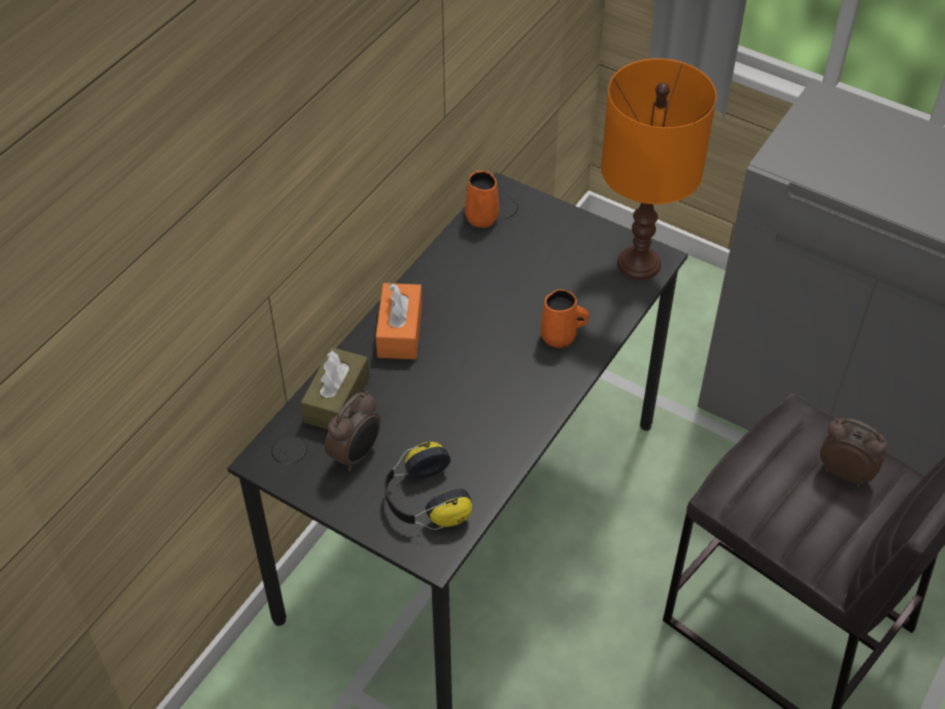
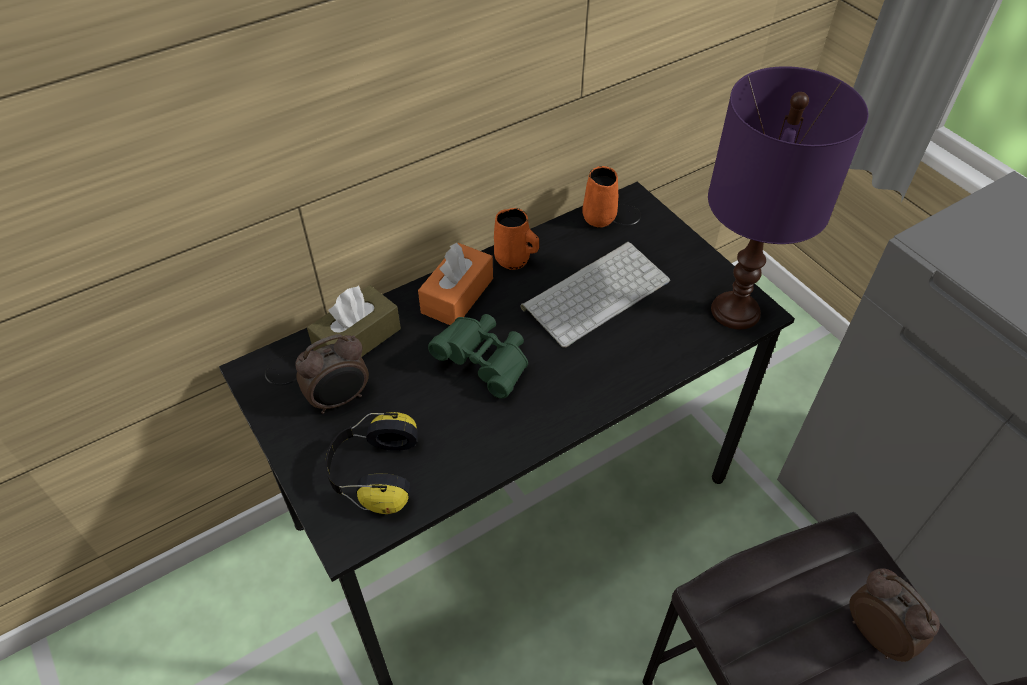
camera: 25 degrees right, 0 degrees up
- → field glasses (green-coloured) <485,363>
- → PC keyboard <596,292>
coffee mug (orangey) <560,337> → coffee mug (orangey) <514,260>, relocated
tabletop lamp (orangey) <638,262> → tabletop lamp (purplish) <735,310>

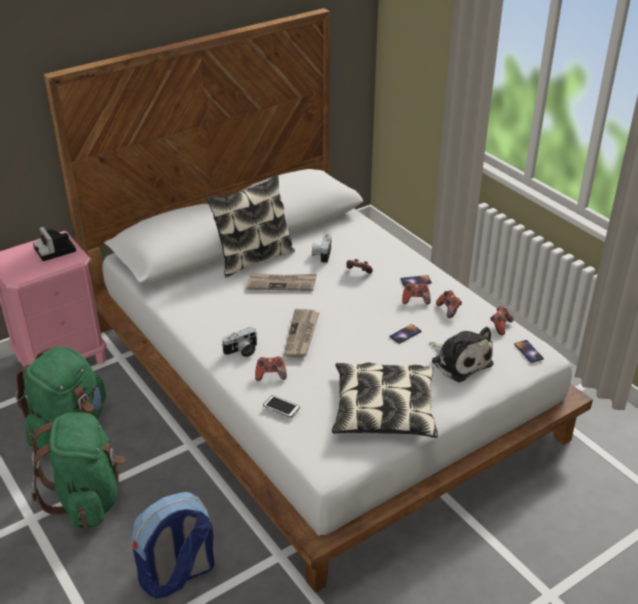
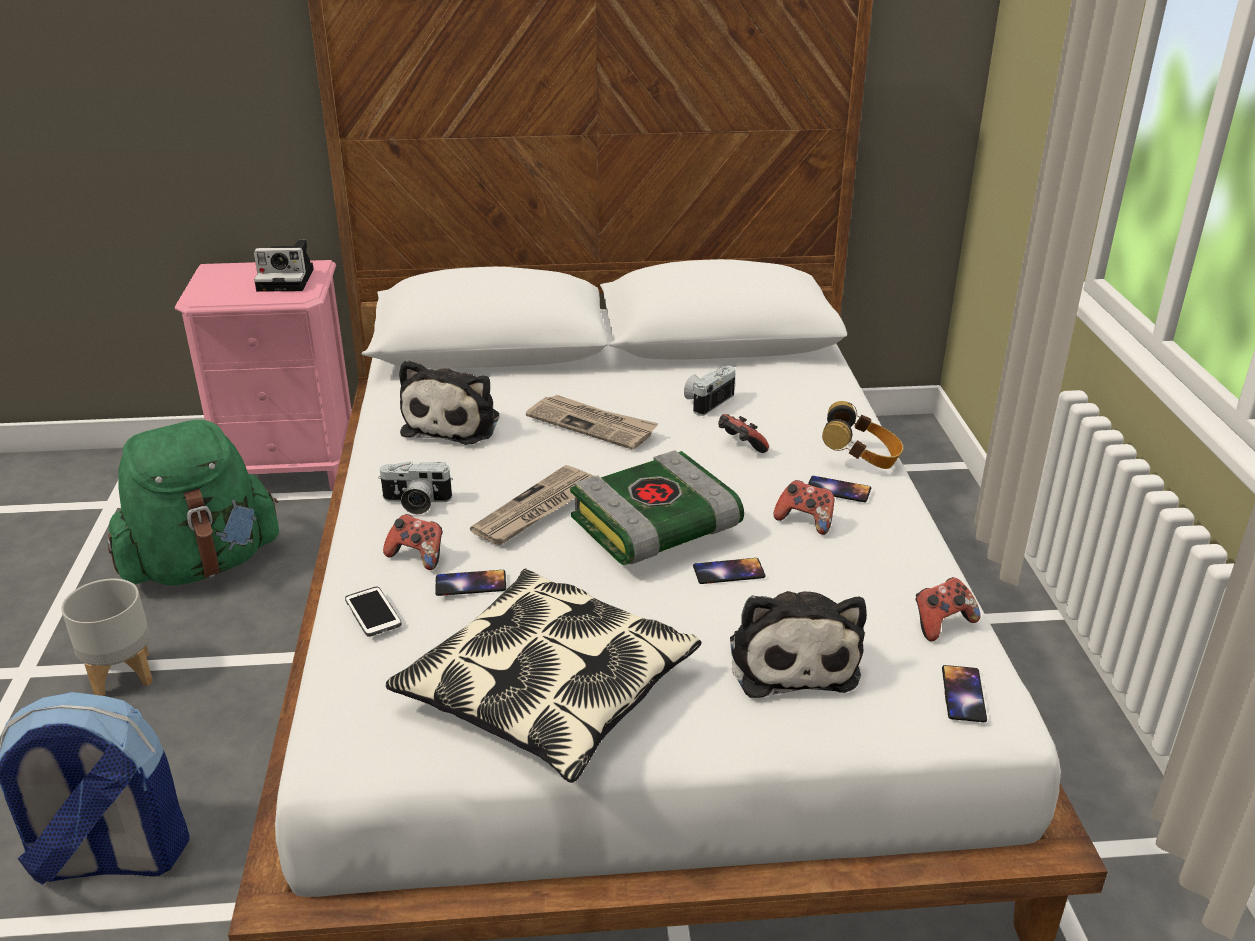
camera: 30 degrees right, 5 degrees down
throw pillow <253,258> → -
gamepad <448,310> → -
- → soft toy <454,423>
- → telephone <470,583>
- → volume <654,527>
- → headphones <861,459>
knapsack (green-coloured) <88,498> → planter (gray) <122,674>
photo camera <56,250> → photo camera <288,279>, 90 degrees counterclockwise

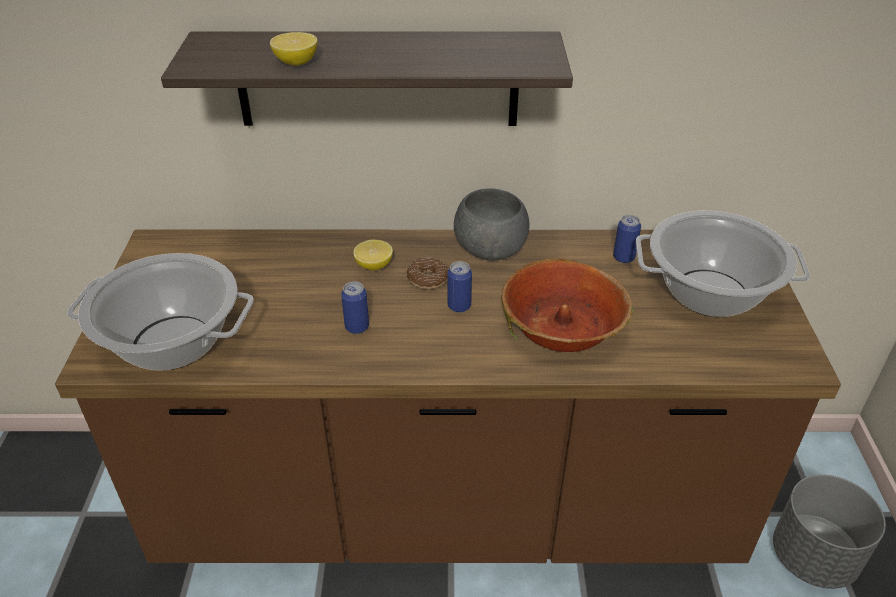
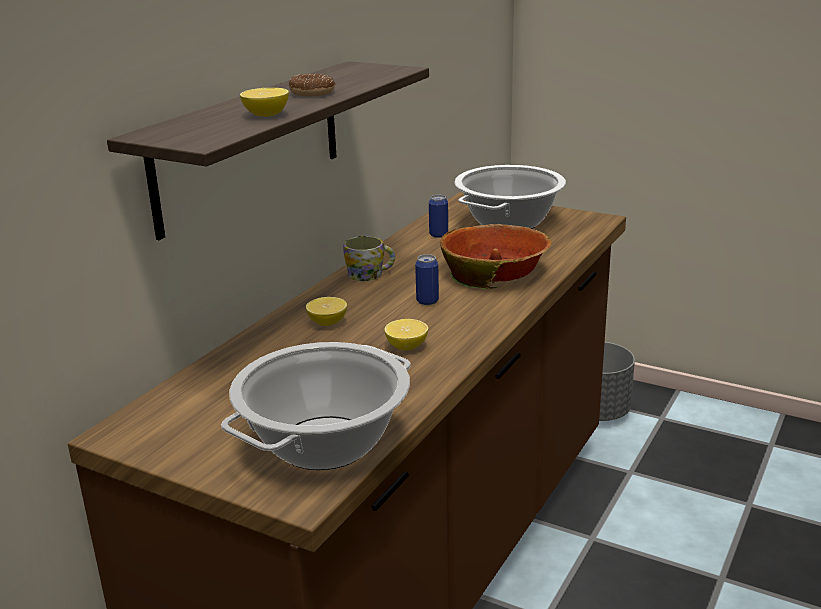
camera: 60 degrees left, 15 degrees down
doughnut <427,279> → doughnut <312,93>, relocated
sealed can <357,327> → lemon <406,347>
deep dish (gray) <489,251> → coffee mug <370,275>

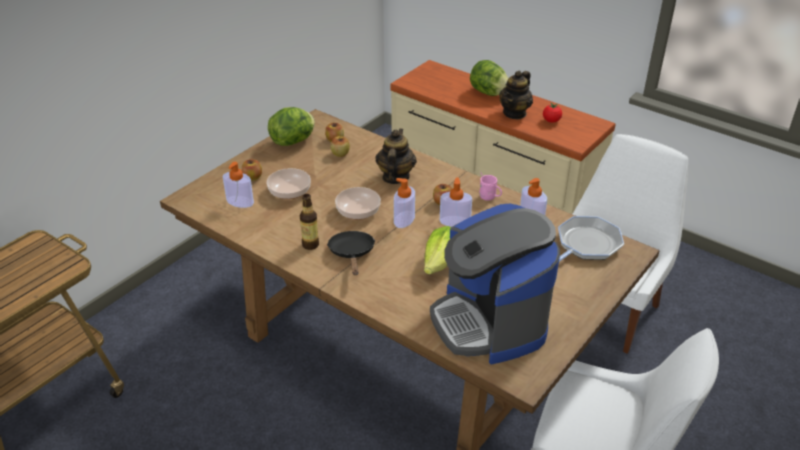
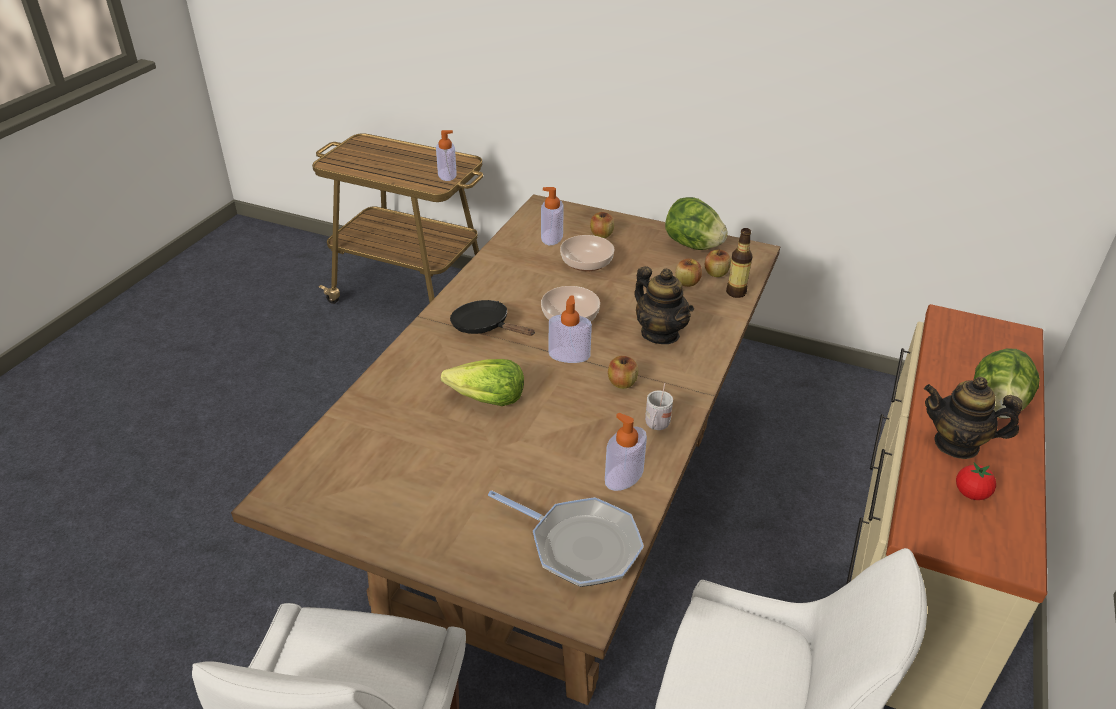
camera: 75 degrees right, 0 degrees up
coffee maker <489,322> → -
bottle <310,245> → bottle <736,292>, relocated
soap bottle <455,221> → soap bottle <447,174>, relocated
coffee mug (pink) <489,198> → coffee mug (white-coloured) <656,426>
pan (blackish) <352,254> → pan (blackish) <485,327>, 120 degrees counterclockwise
tea pot <395,177> → tea pot <660,334>, 60 degrees clockwise

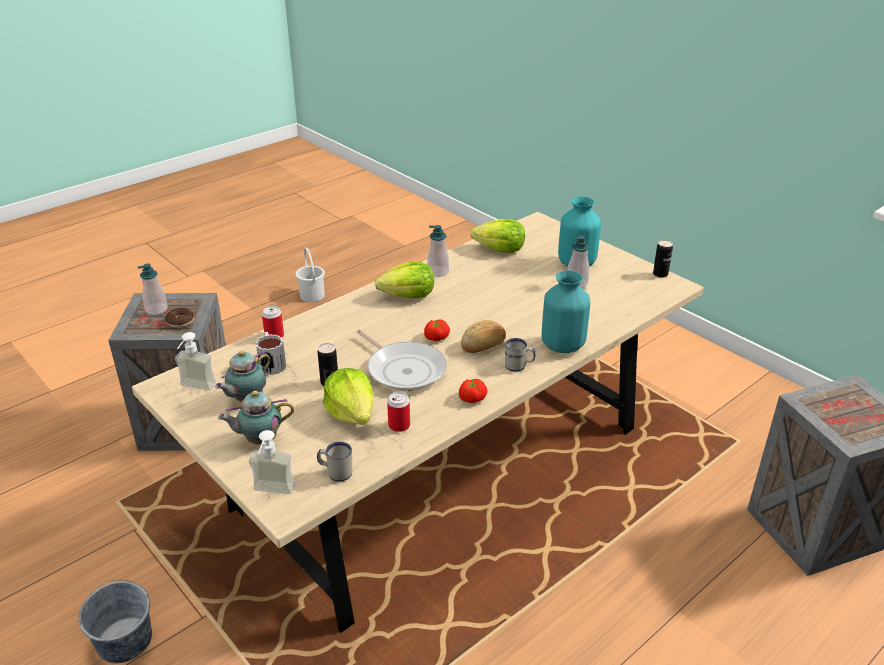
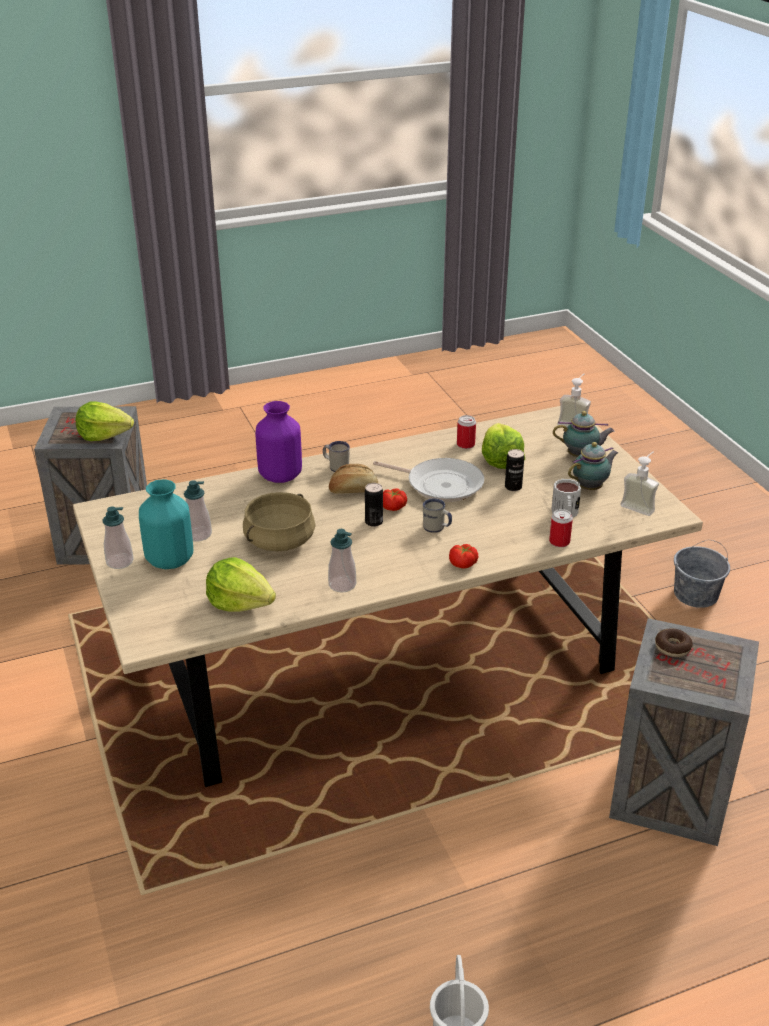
camera: 160 degrees left, 0 degrees up
- → saucepot (beige) <279,540>
soap bottle <156,309> → soap bottle <120,562>, relocated
coffee mug (white-coloured) <336,472> → coffee mug (white-coloured) <436,528>, relocated
lettuce <408,295> → lettuce <104,435>, relocated
fresh tomato <472,398> → fresh tomato <463,564>, relocated
sealed can <660,274> → sealed can <374,522>, relocated
decorative vase (turquoise-coloured) <563,346> → decorative vase (purplish) <280,475>
pan <404,369> → pan <440,484>, 135 degrees clockwise

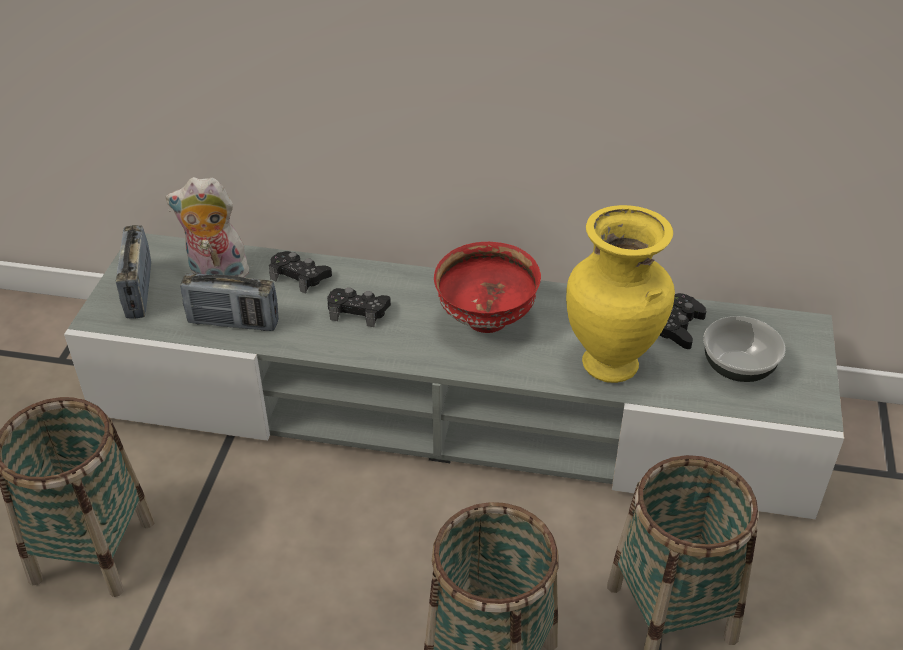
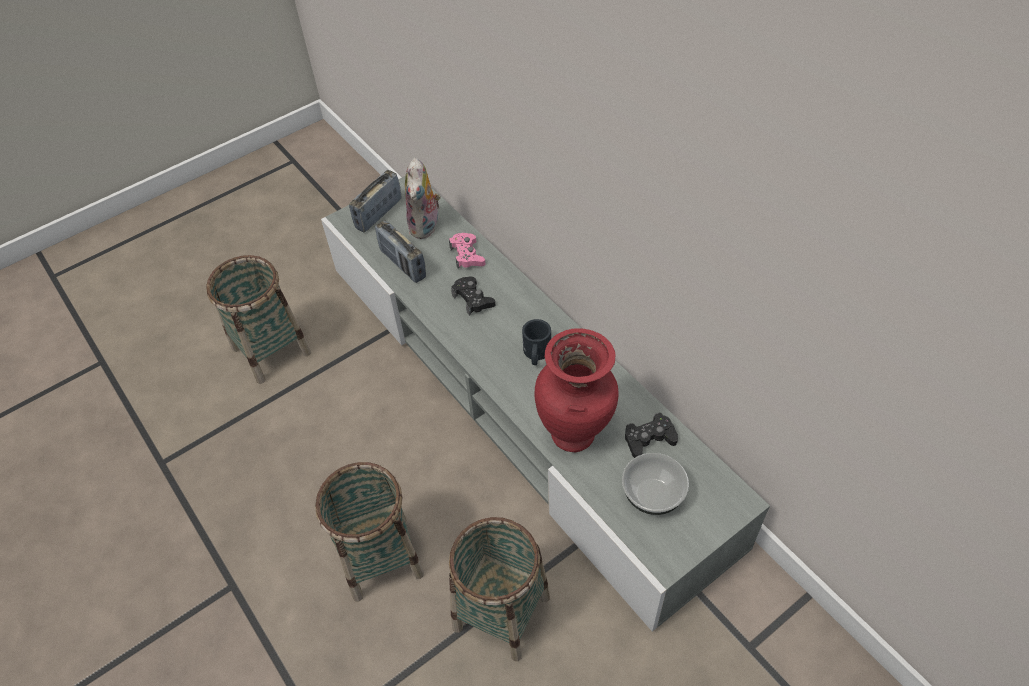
camera: 45 degrees right, 10 degrees up
deep dish (reddish) <487,321> → coffee mug (blackish) <536,354>
gamepad (blackish) <300,276> → gamepad (pink) <467,255>
decorative vase (yellow-coloured) <611,364> → decorative vase (reddish) <575,434>
soft toy <216,274> → soft toy <426,226>, 135 degrees counterclockwise

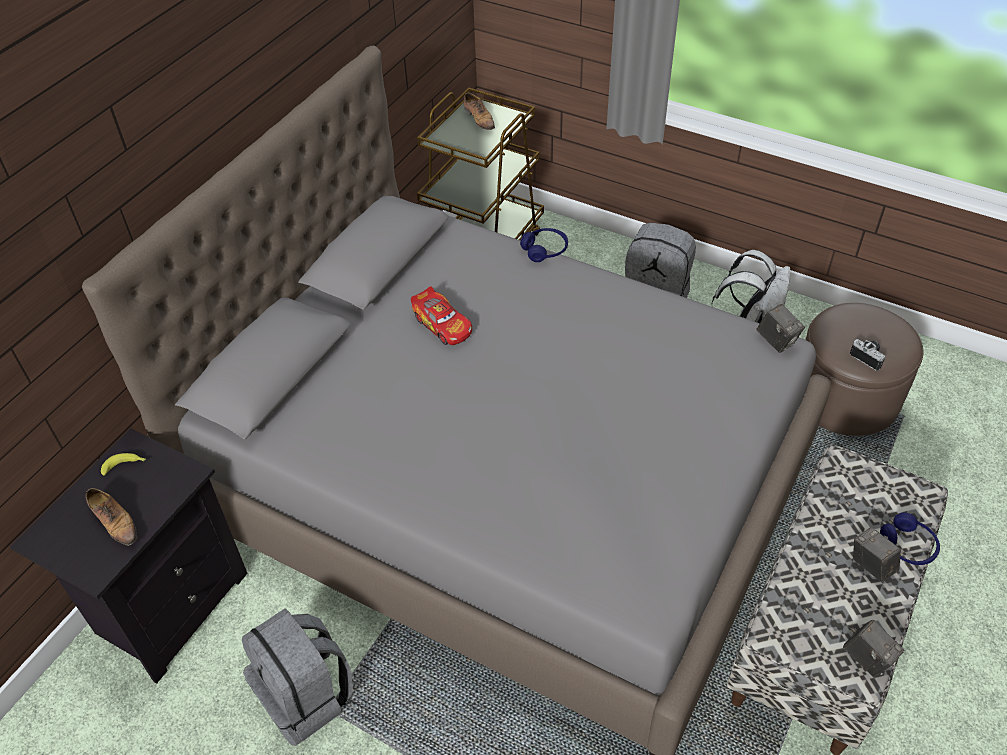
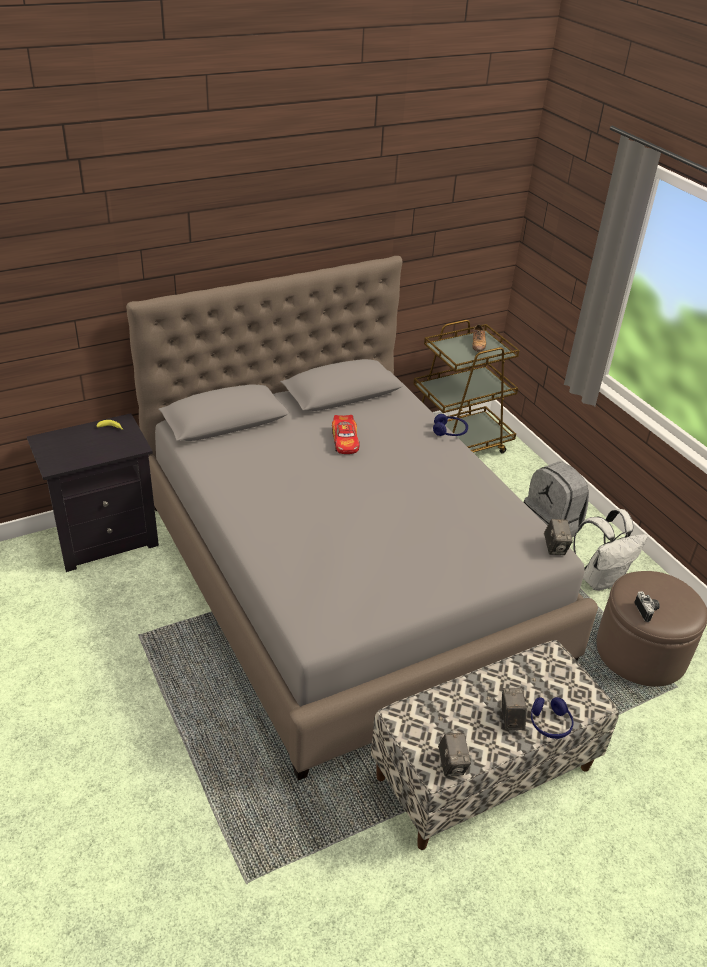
camera: 30 degrees right, 10 degrees down
shoe <115,522> → -
knapsack (gray) <306,696> → -

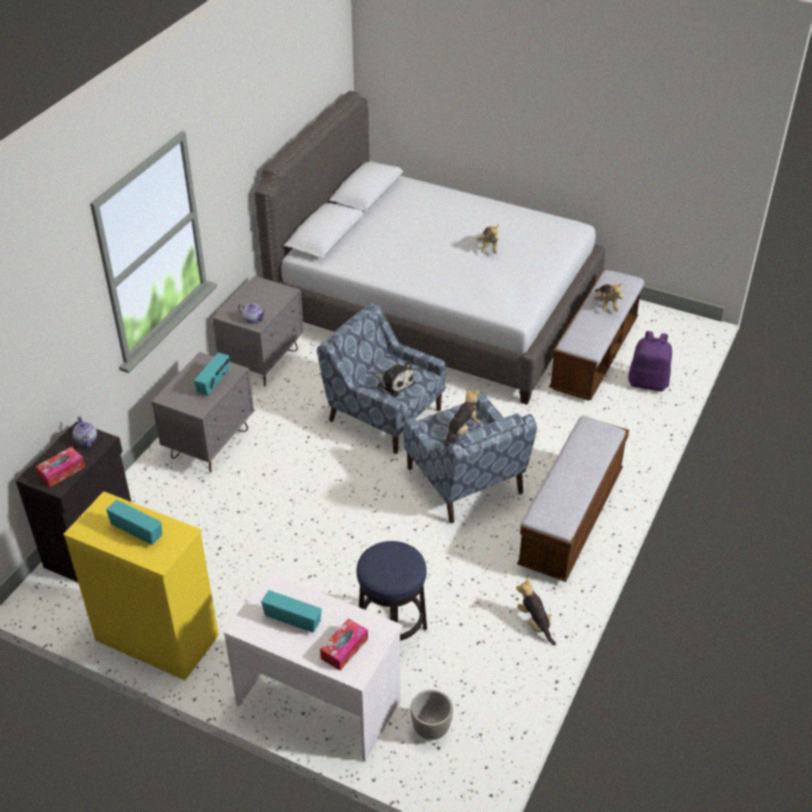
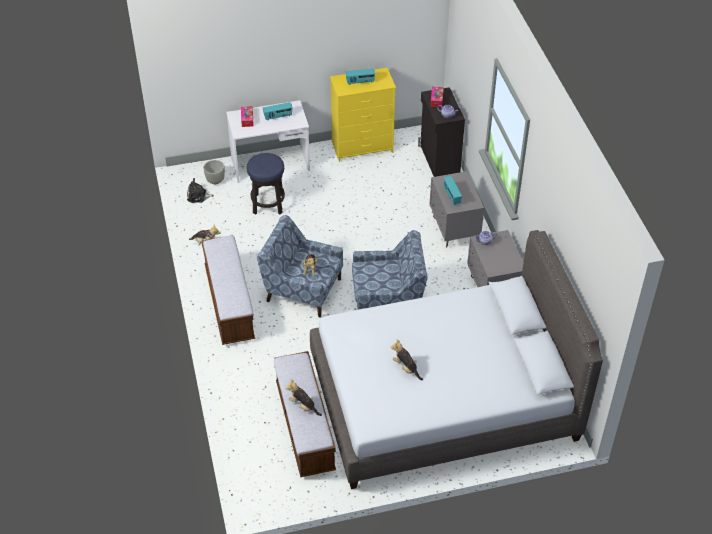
camera: 140 degrees right, 5 degrees up
knapsack (purplish) <648,382> → -
soft toy <394,383> → soft toy <198,196>, relocated

